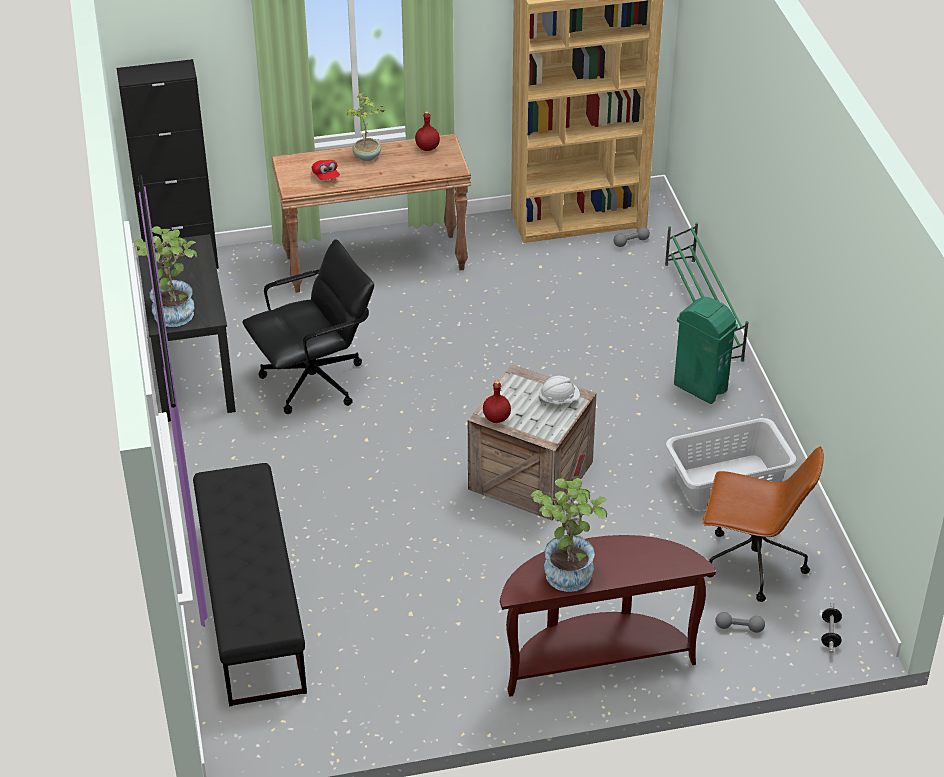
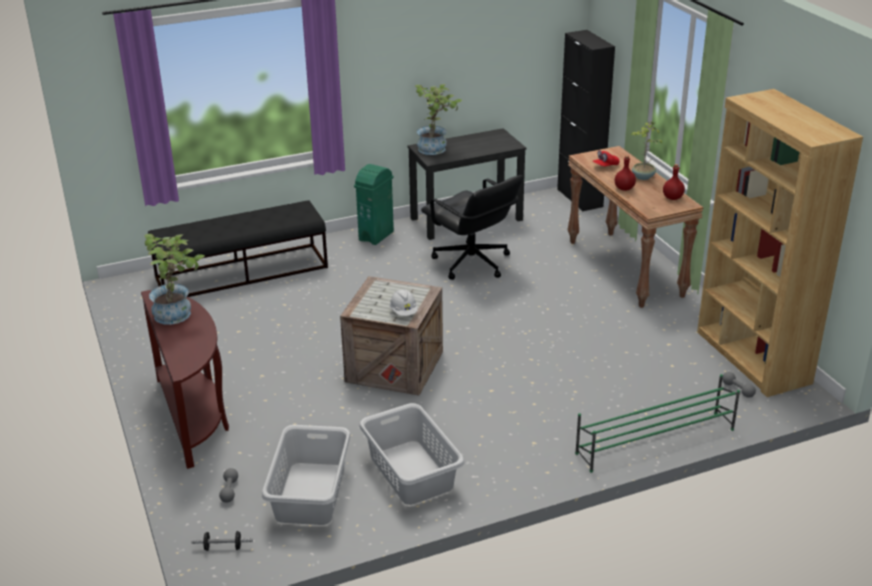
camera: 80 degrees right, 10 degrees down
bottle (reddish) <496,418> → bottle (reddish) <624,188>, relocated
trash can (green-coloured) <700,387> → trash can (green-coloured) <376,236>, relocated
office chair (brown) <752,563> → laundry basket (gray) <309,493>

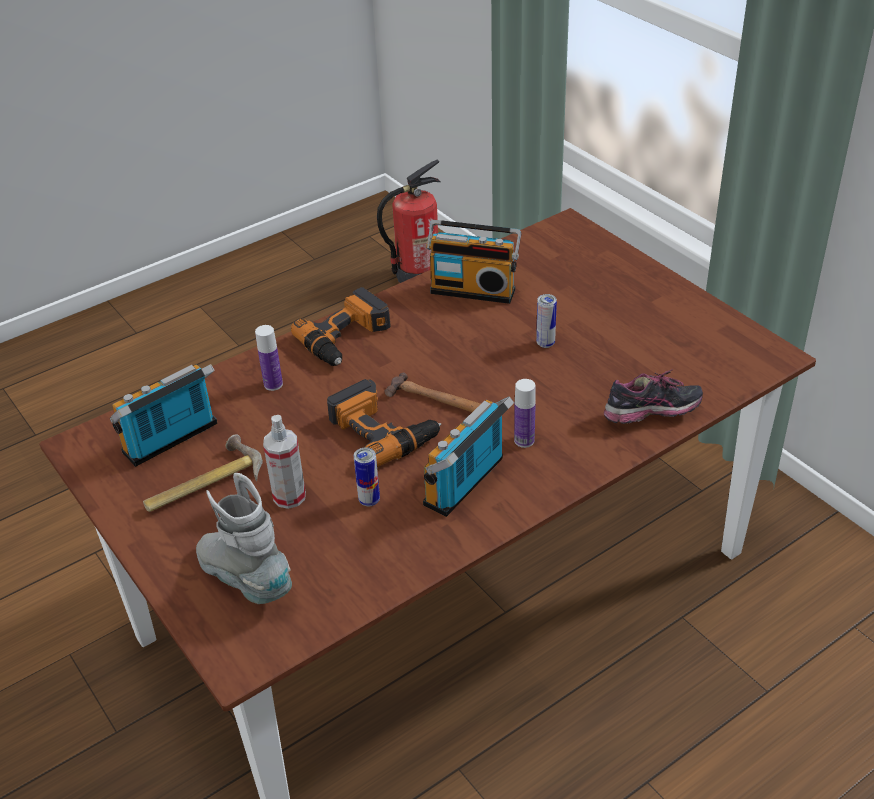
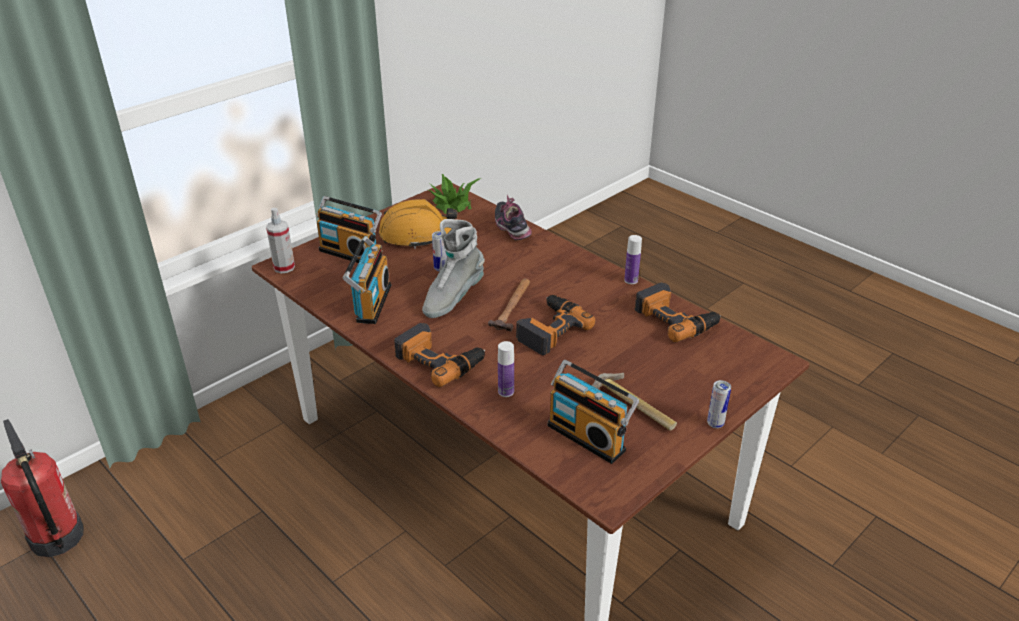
camera: 100 degrees left, 5 degrees down
- → work helmet (orangey) <417,235>
- → potted plant <452,205>
- → electric drill <676,319>
high-top boot (gray) <246,579> → high-top boot (gray) <452,298>, relocated
sprayer <289,496> → sprayer <284,267>, relocated
sealed can <369,500> → sealed can <715,423>, relocated
radio receiver <468,484> → radio receiver <351,253>, relocated
bottle <524,440> → bottle <631,280>, relocated

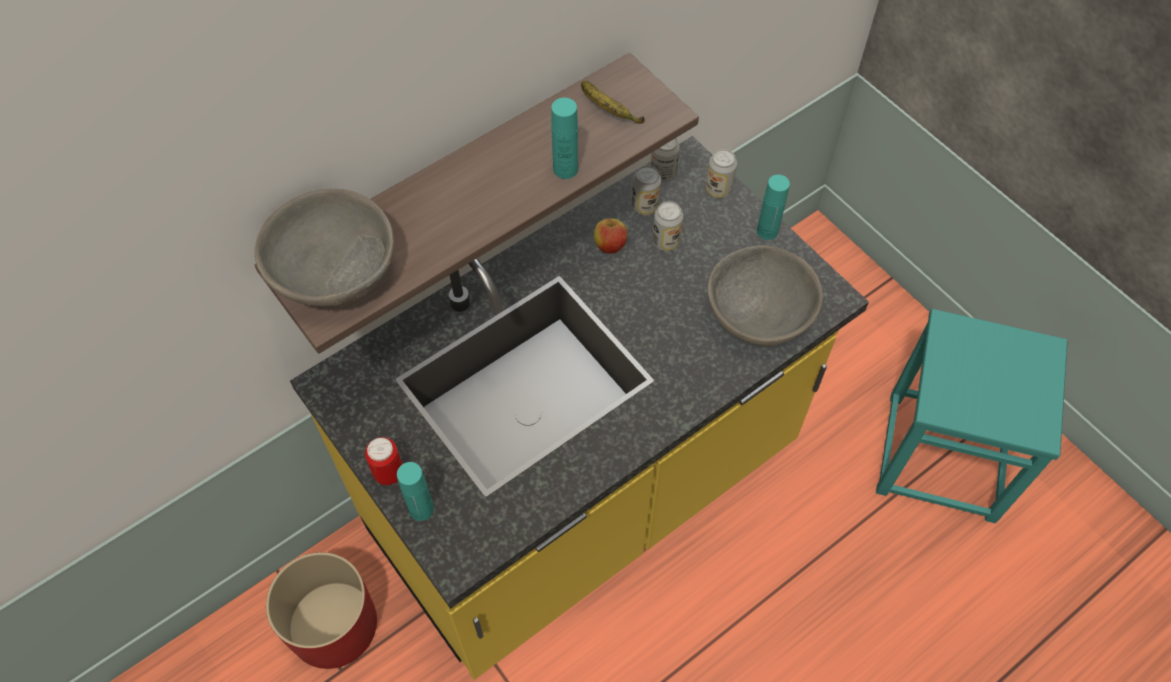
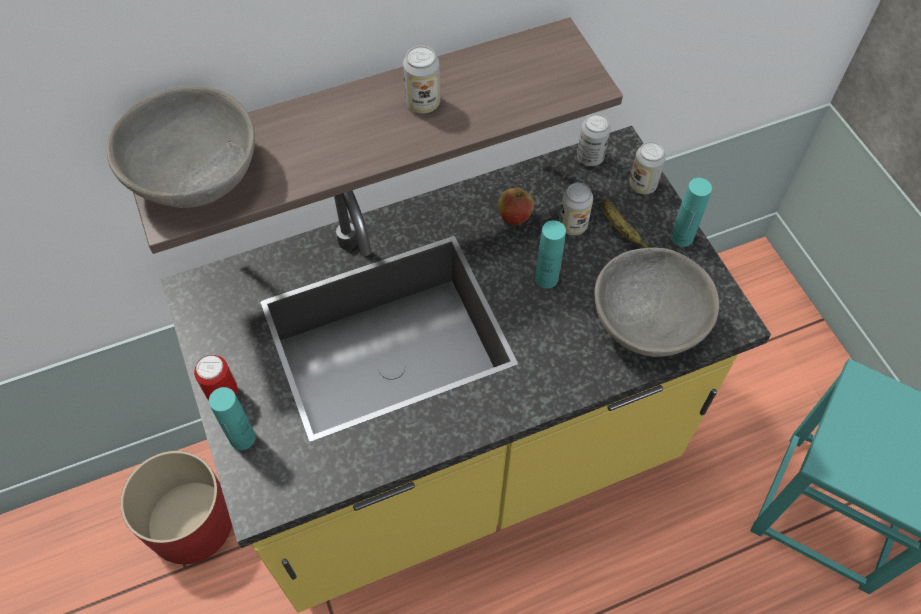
camera: 15 degrees right, 0 degrees up
bottle (turquoise-coloured) <565,169> → bottle (turquoise-coloured) <546,278>, relocated
banana fruit <608,110> → banana fruit <621,230>, relocated
sealed can <645,206> → sealed can <423,103>, relocated

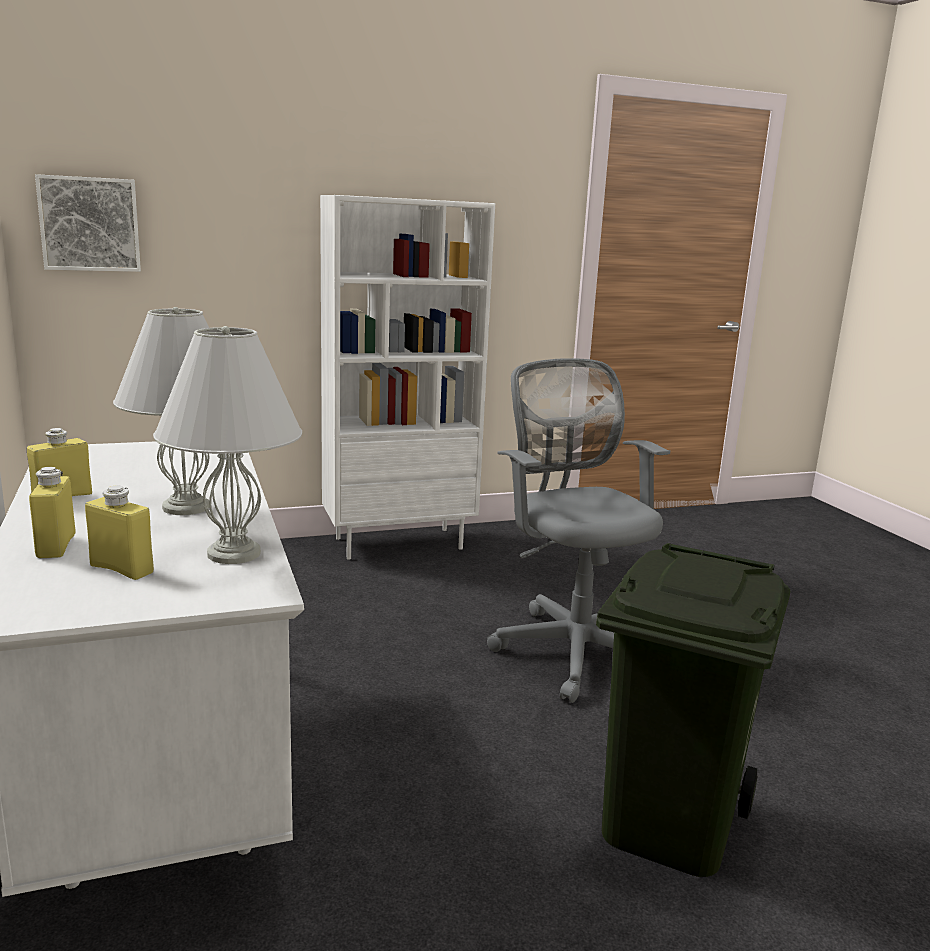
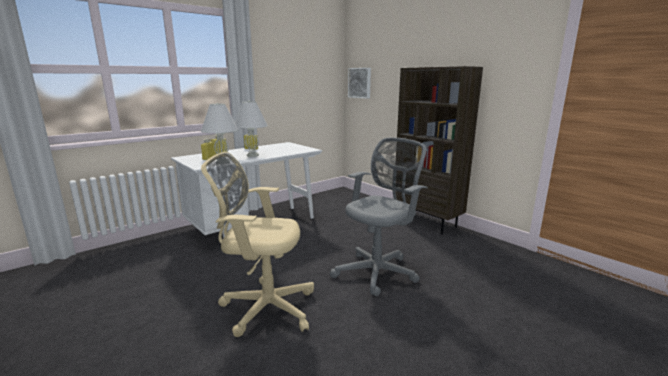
camera: 70 degrees right, 0 degrees up
trash can (green-coloured) <665,821> → office chair (beige) <264,307>
bookcase (white-coloured) <399,543> → bookcase (brown) <427,222>

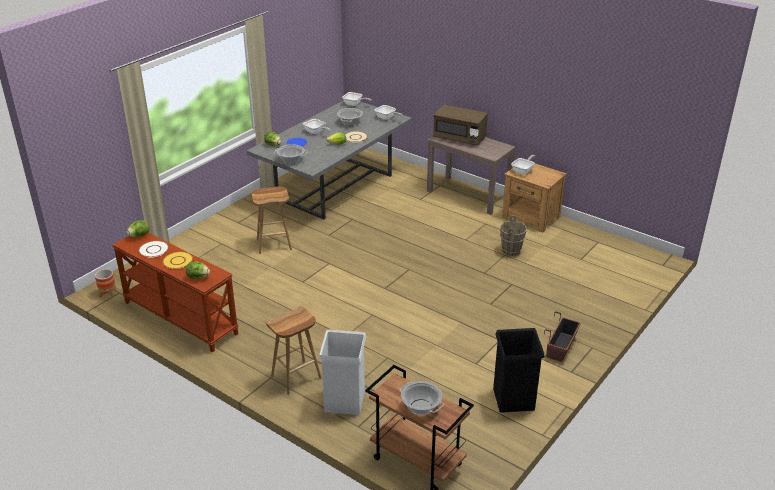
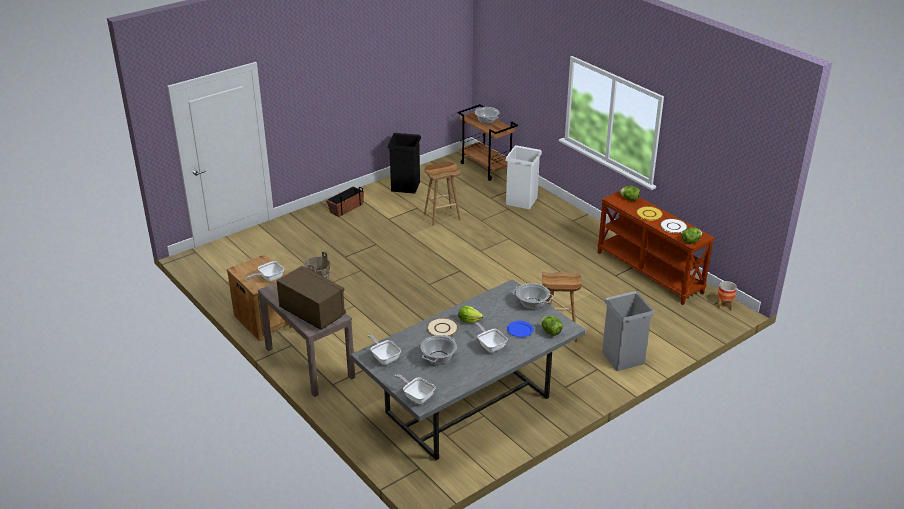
camera: 165 degrees left, 0 degrees up
- → trash can (gray) <623,358>
sitting stool (brown) <296,378> → sitting stool (brown) <442,216>, relocated

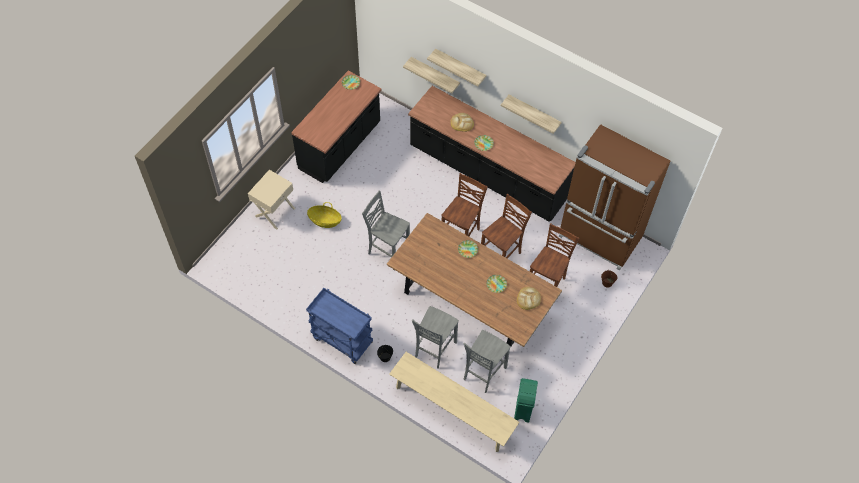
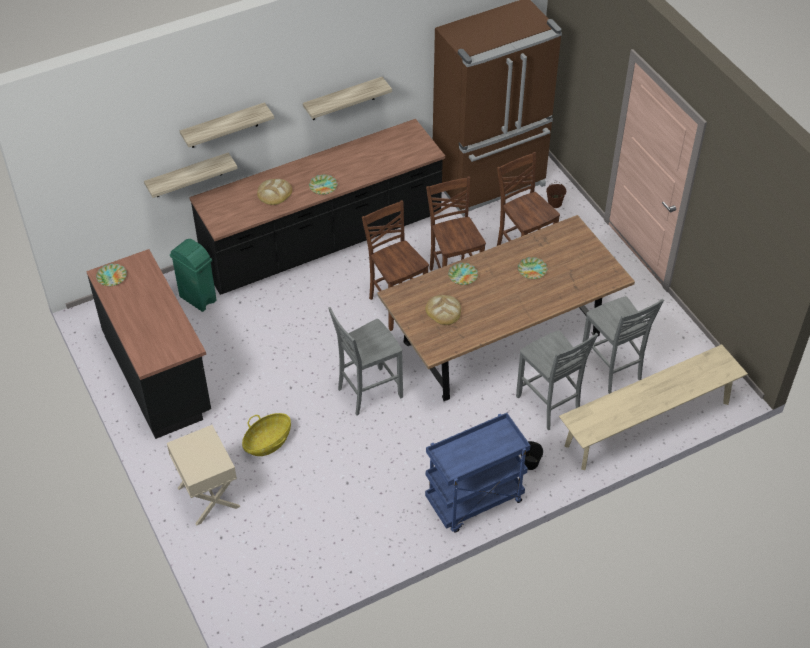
camera: 60 degrees left, 10 degrees down
trash can (green-coloured) <522,410> → trash can (green-coloured) <198,299>, relocated
bakery bread <528,299> → bakery bread <443,311>, relocated

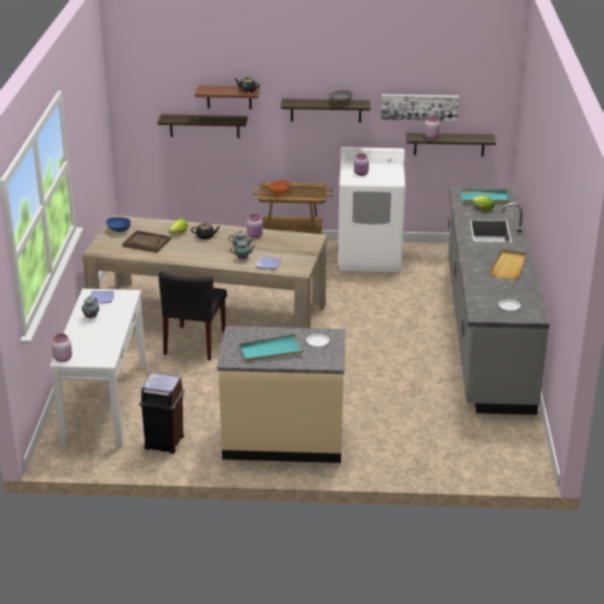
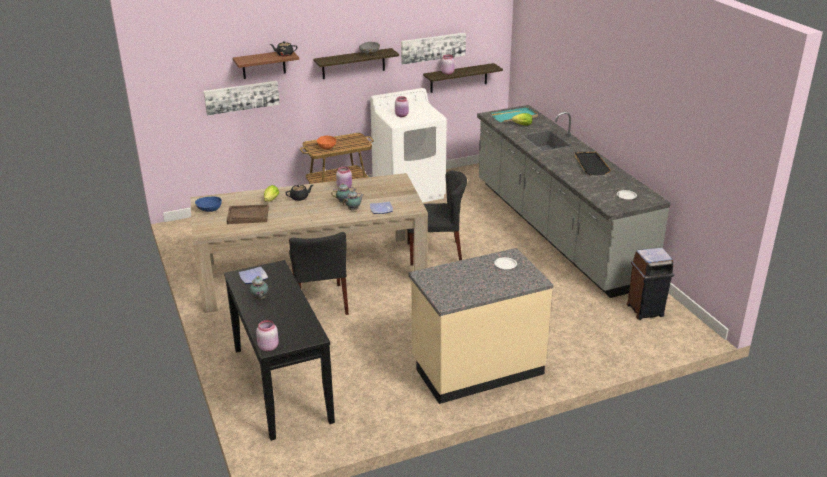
camera: 25 degrees left, 0 degrees up
carrying tray (turquoise-coloured) <270,351> → -
- → plain chair (blackish) <435,253>
trash can (brown) <165,442> → trash can (brown) <645,310>, relocated
shelf <204,126> → wall picture <241,97>
hall table (white-coloured) <104,404> → hall table (blackish) <281,384>
carrying tray (beige) <509,266> → carrying tray (blackish) <591,165>

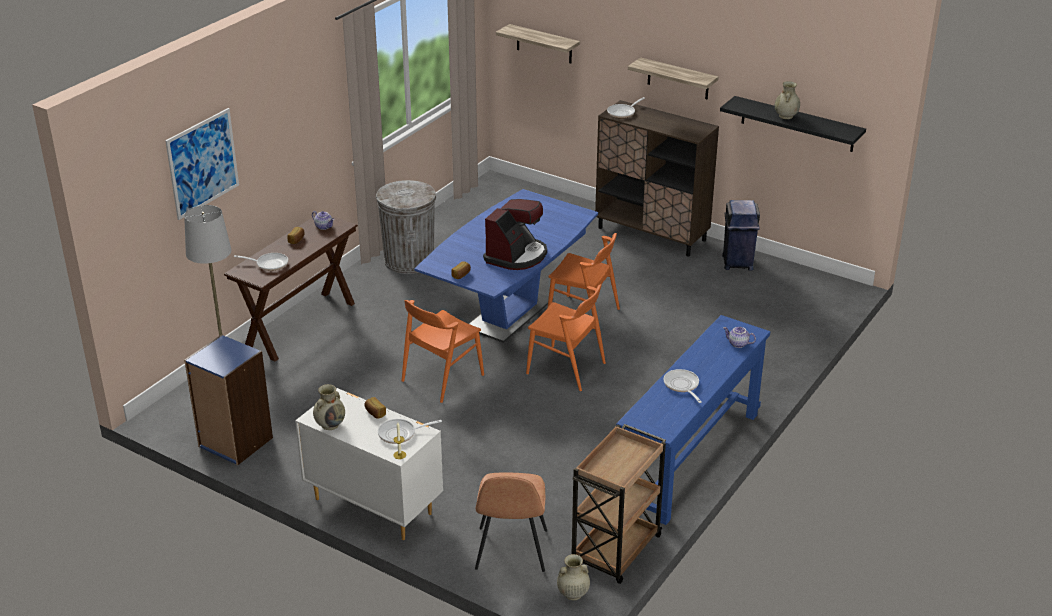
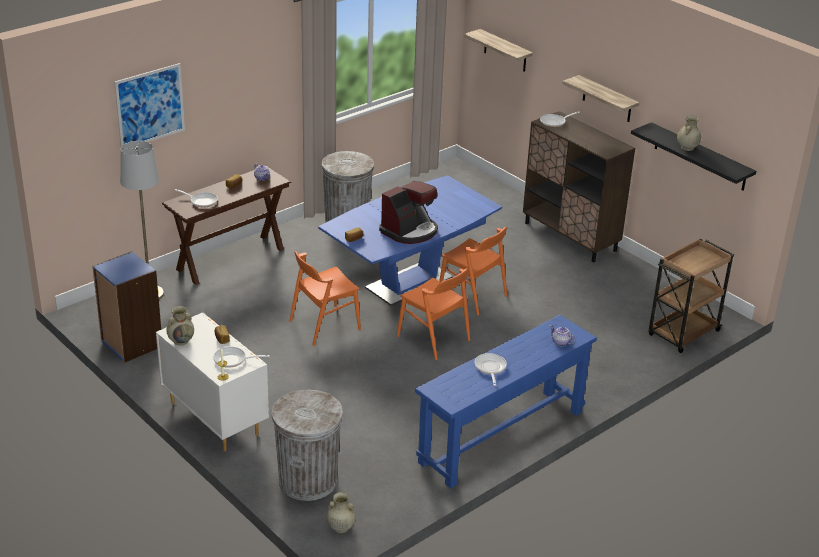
camera: 15 degrees right, 0 degrees up
trash can (blue) <737,263> → -
cart (brown) <615,551> → cart (brown) <682,334>, relocated
plain chair (brown) <511,551> → trash can (gray) <307,480>

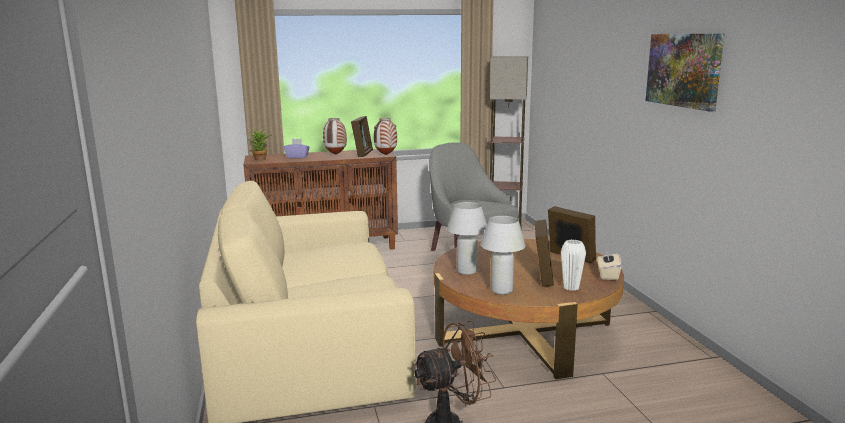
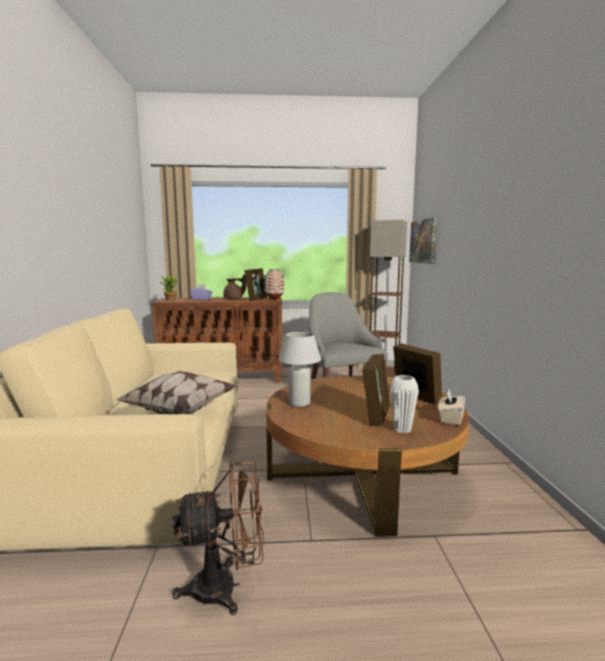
camera: 10 degrees right, 5 degrees down
tabletop lamp (white-coloured) <501,290> → -
- → throw pillow <179,411>
wall picture <684,70> → wall picture <423,241>, relocated
decorative vase <335,154> → tea pot (brown) <234,299>

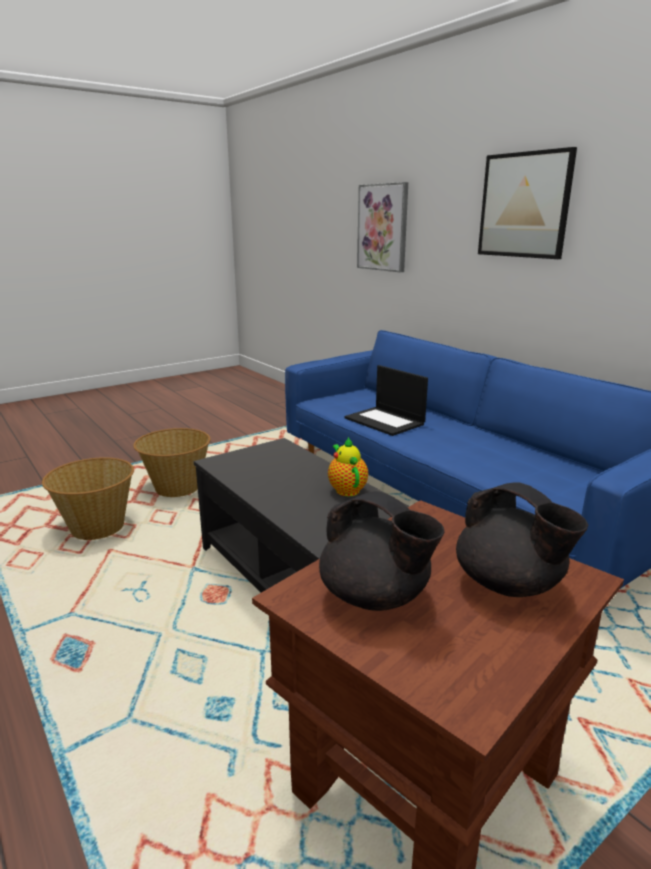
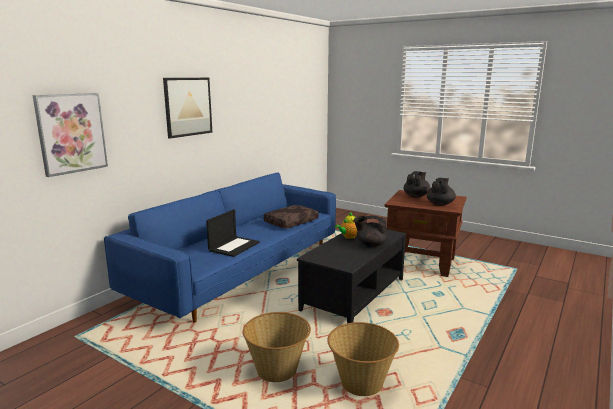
camera: 110 degrees left, 5 degrees down
- → throw pillow (brown) <291,222>
- → tea pot (blackish) <371,244>

